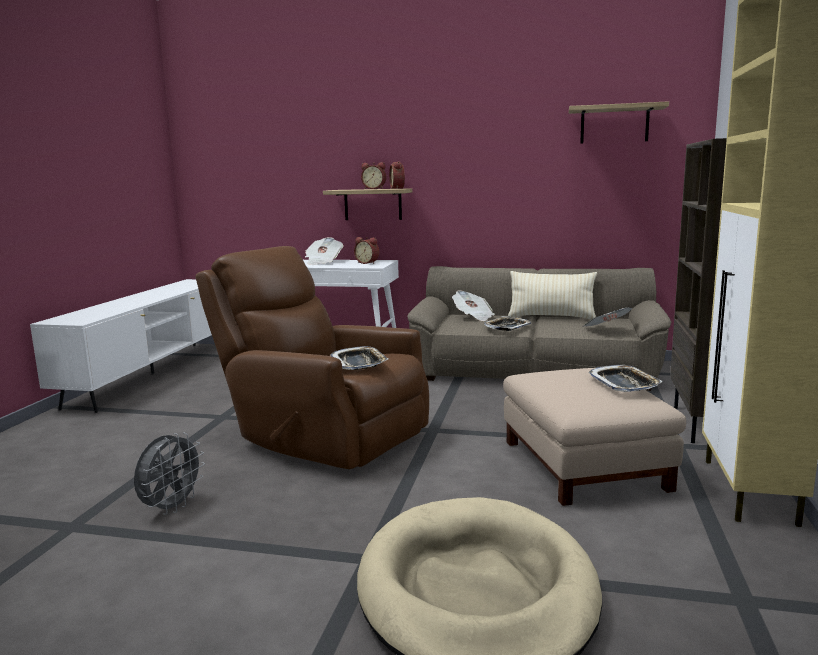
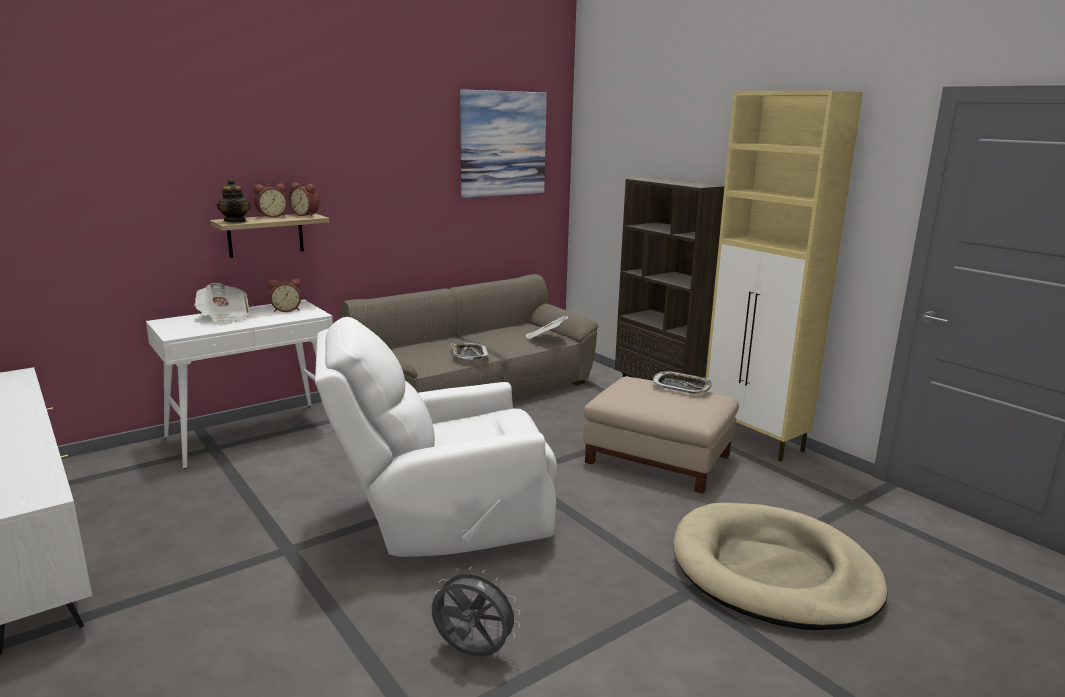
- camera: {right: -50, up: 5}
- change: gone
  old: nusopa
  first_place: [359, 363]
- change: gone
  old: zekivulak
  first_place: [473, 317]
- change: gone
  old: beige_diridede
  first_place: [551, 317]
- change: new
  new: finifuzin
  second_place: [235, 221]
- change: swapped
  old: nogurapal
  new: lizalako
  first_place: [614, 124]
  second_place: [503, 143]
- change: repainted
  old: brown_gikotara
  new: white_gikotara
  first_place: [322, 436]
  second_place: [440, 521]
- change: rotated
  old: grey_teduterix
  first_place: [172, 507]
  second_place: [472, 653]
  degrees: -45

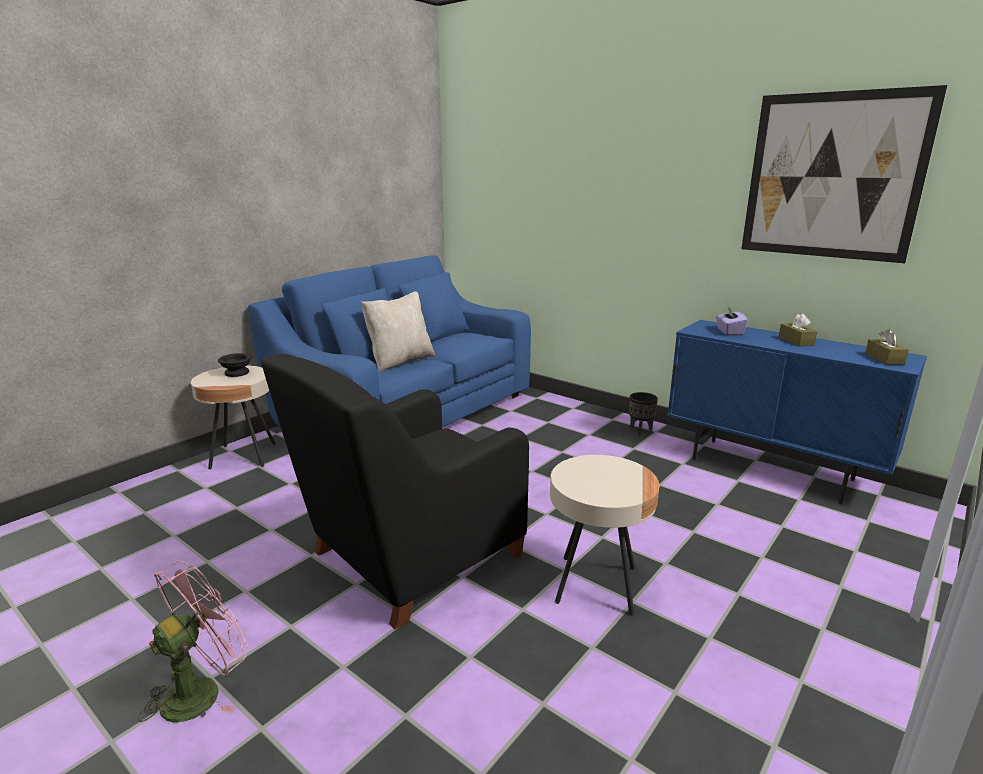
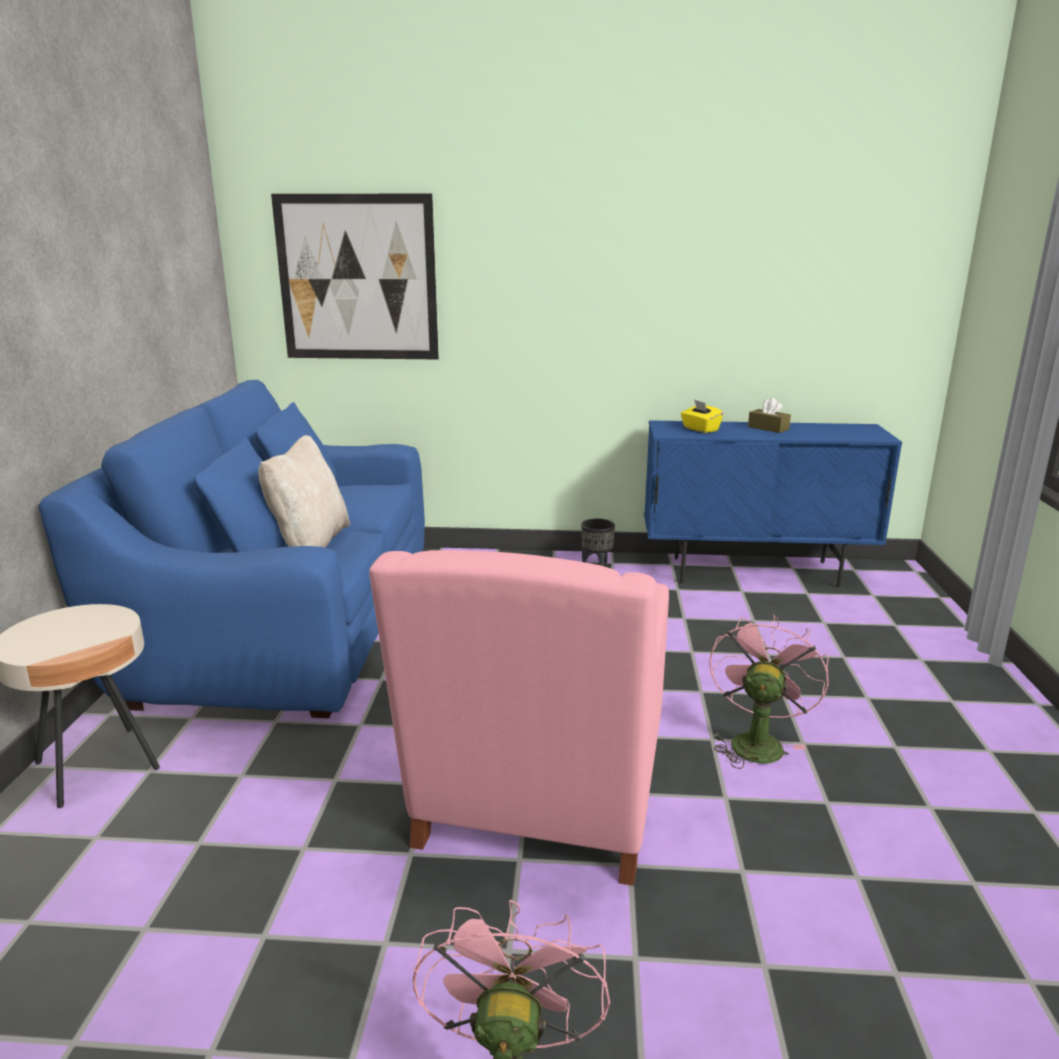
- camera: {right: -35, up: 0}
- change: gone
  old: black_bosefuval
  first_place: [236, 373]
- change: gone
  old: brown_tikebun
  first_place: [884, 359]
- change: shifted
  old: lizalako
  first_place: [832, 176]
  second_place: [357, 278]
- change: swapped
  old: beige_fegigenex
  new: pink_teduterix
  first_place: [596, 585]
  second_place: [756, 741]
- change: repainted
  old: black_gikotara
  new: pink_gikotara
  first_place: [409, 557]
  second_place: [539, 799]
- change: repainted
  old: purple_tikebun
  new: yellow_tikebun
  first_place: [729, 332]
  second_place: [700, 429]

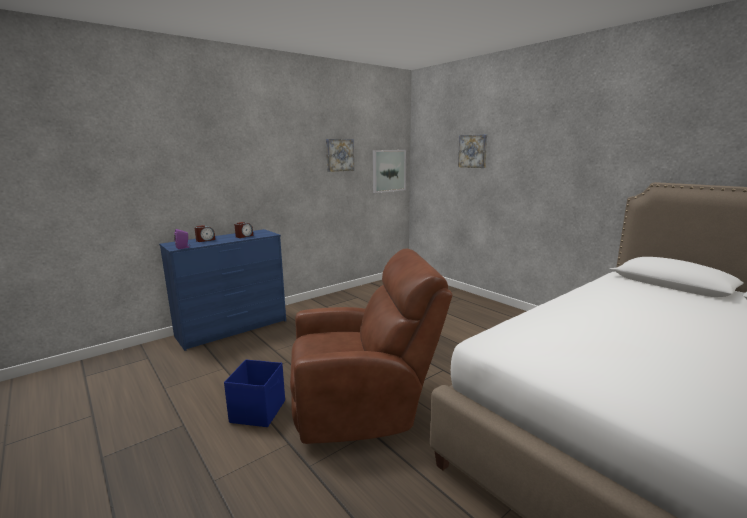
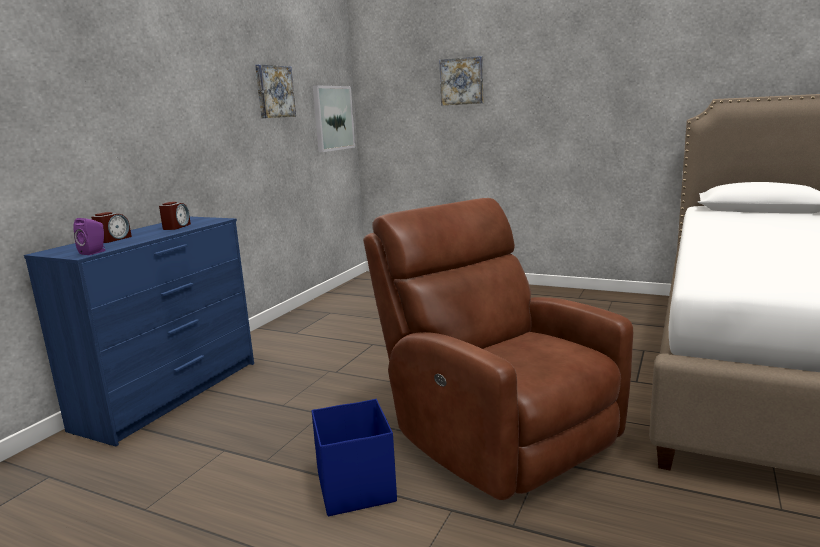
- camera: {right: -25, up: 0}
- change: rotated
  old: brown_gikotara
  first_place: [363, 406]
  second_place: [496, 434]
  degrees: -90

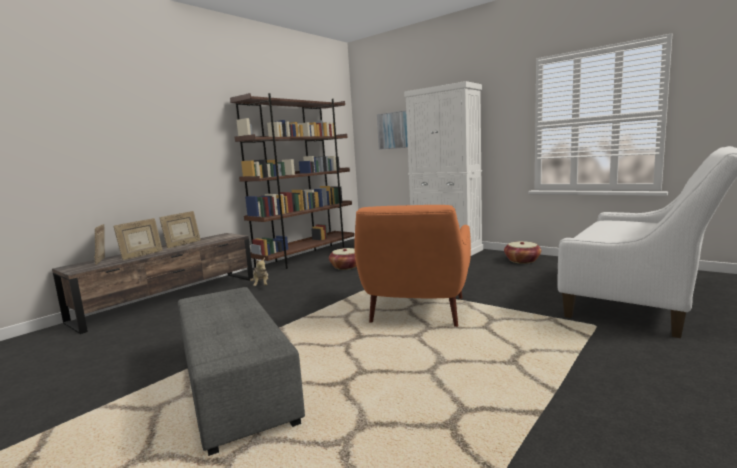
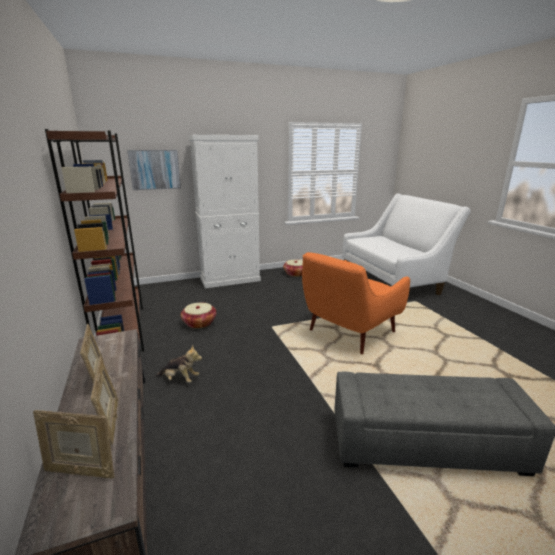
- camera: {right: -60, up: 10}
- change: rotated
  old: orange_gikotara
  first_place: [417, 312]
  second_place: [349, 333]
  degrees: 90

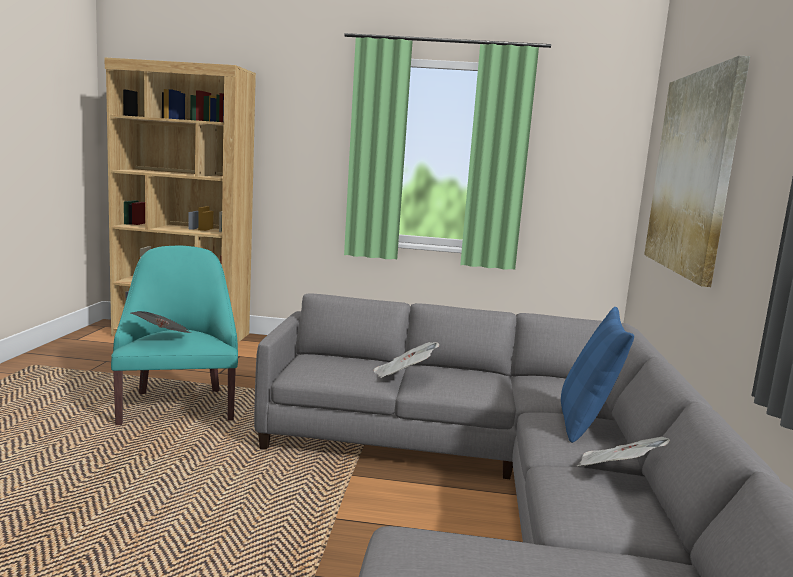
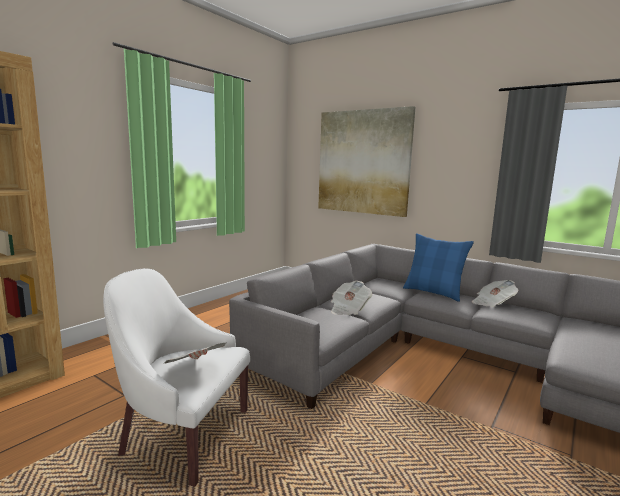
- camera: {right: -60, up: 0}
- change: repainted
  old: turquoise_gikotara
  new: white_gikotara
  first_place: [178, 406]
  second_place: [182, 435]

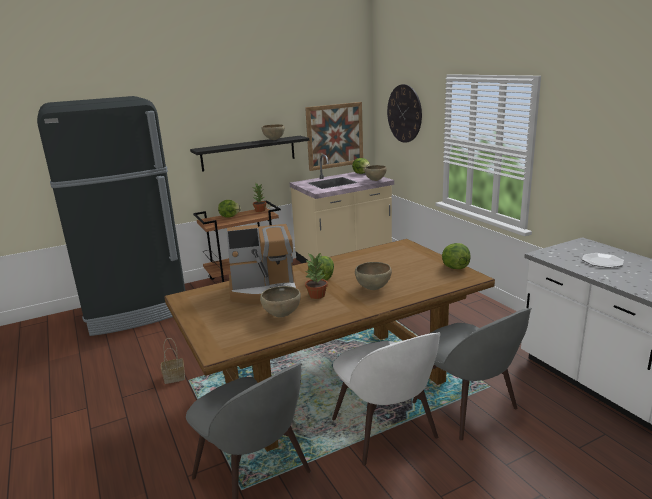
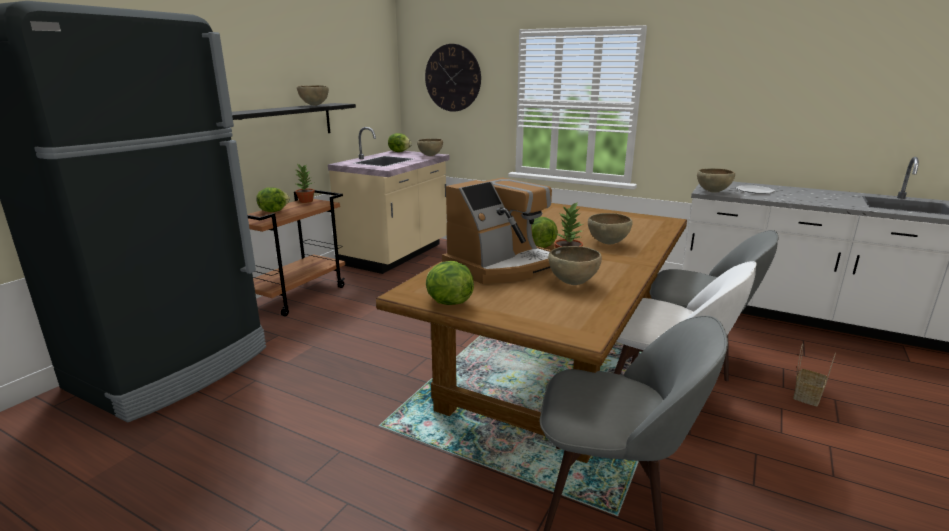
- camera: {right: -35, up: 0}
- change: gone
  old: lizalako
  first_place: [335, 136]
- change: new
  new: brown_bosefuval
  second_place: [713, 192]
- change: shifted
  old: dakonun
  first_place: [175, 377]
  second_place: [806, 395]
- change: shifted
  old: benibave
  first_place: [454, 267]
  second_place: [448, 302]

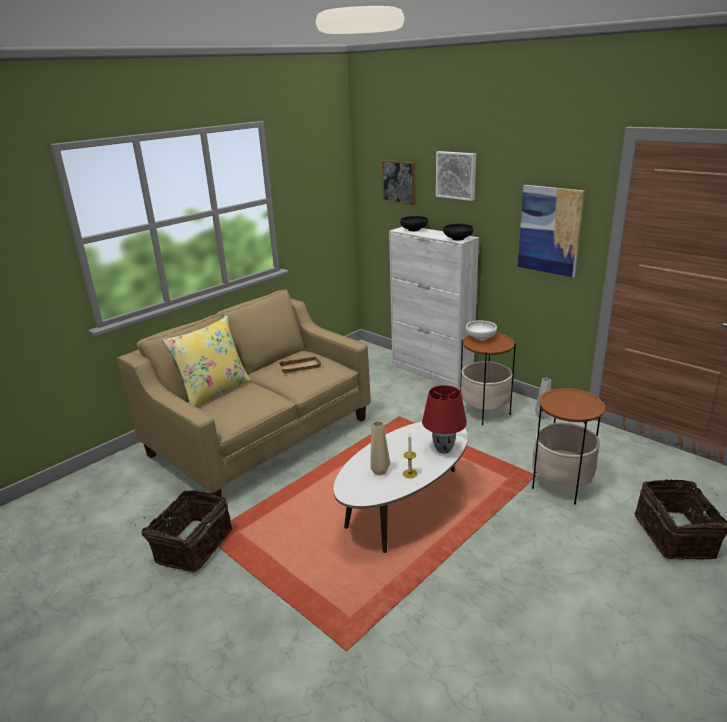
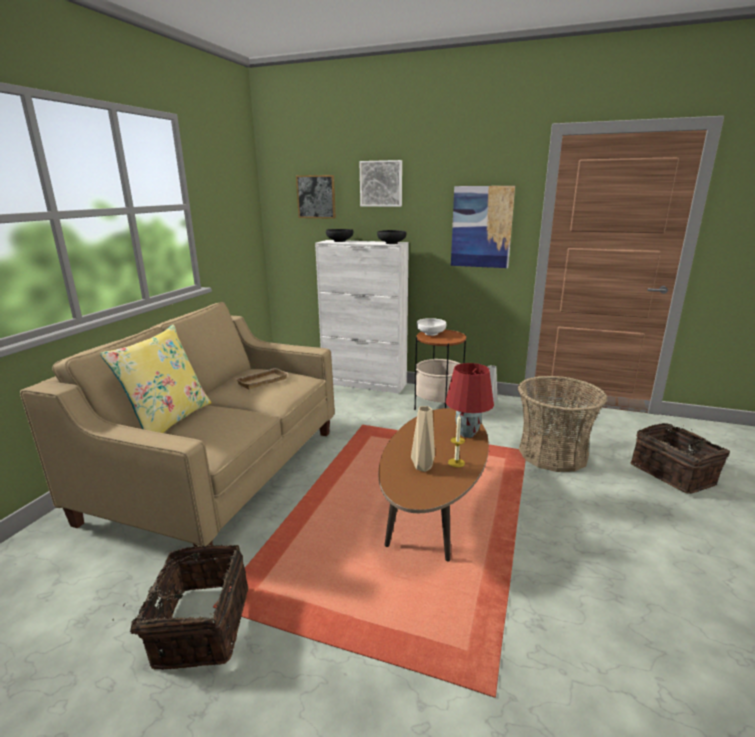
- camera: {right: -25, up: -5}
- change: swapped
  old: fegigenex
  new: dakonun
  first_place: [561, 485]
  second_place: [553, 454]
- change: repainted
  old: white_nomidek
  new: brown_nomidek
  first_place: [405, 508]
  second_place: [433, 509]

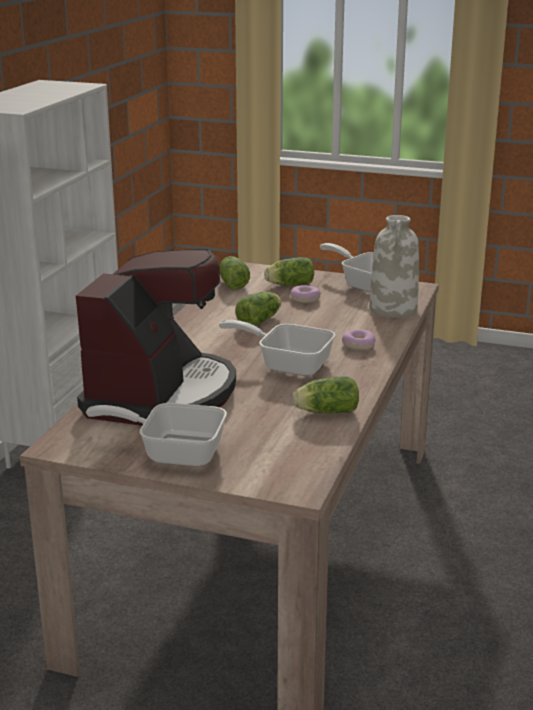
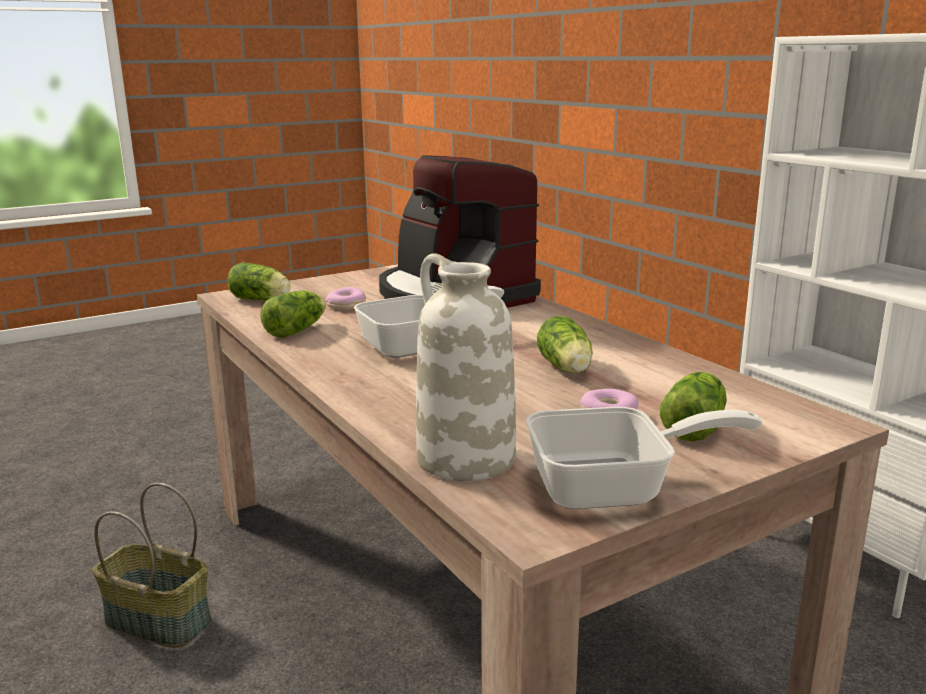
- camera: {right: 130, up: -5}
- change: gone
  old: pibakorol
  first_place: [173, 452]
- change: new
  new: dakonun
  second_place: [156, 622]
- change: shifted
  old: benibave
  first_place: [233, 283]
  second_place: [262, 300]
- change: shifted
  old: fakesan
  first_place: [358, 345]
  second_place: [347, 306]

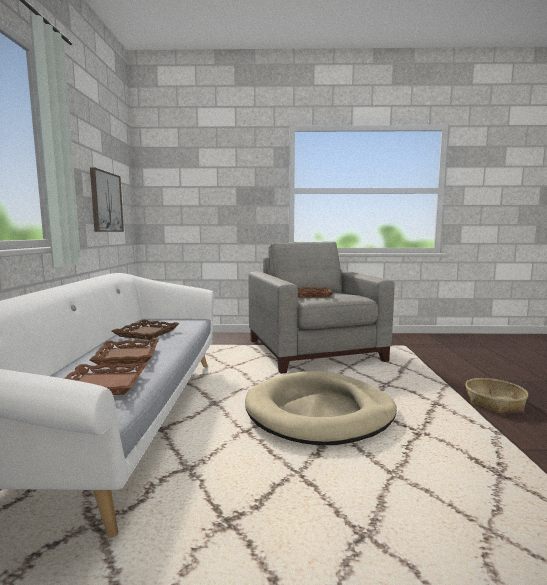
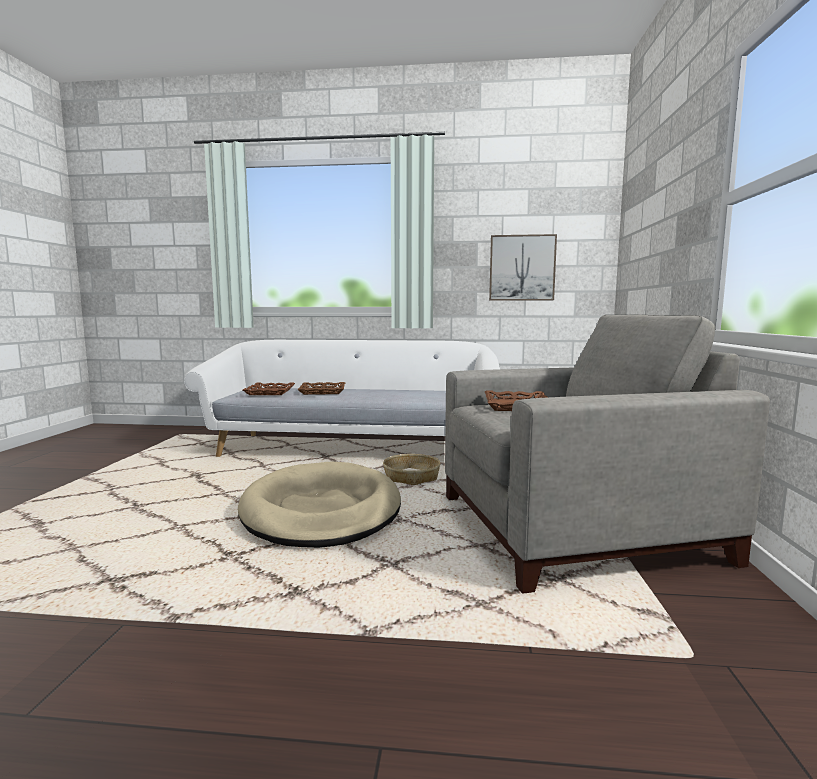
- camera: {right: 95, up: 0}
- change: gone
  old: brown_nusopa
  first_place: [146, 333]
- change: shifted
  old: dakonun
  first_place: [494, 402]
  second_place: [411, 477]

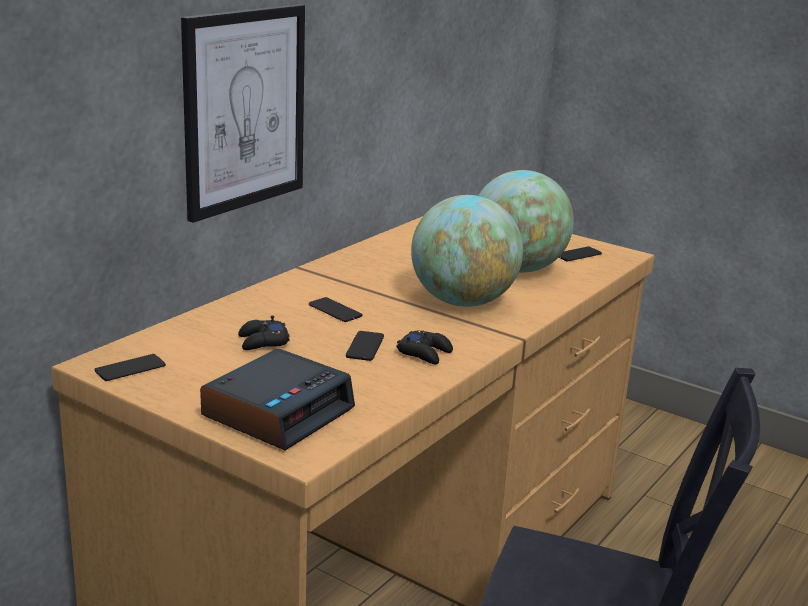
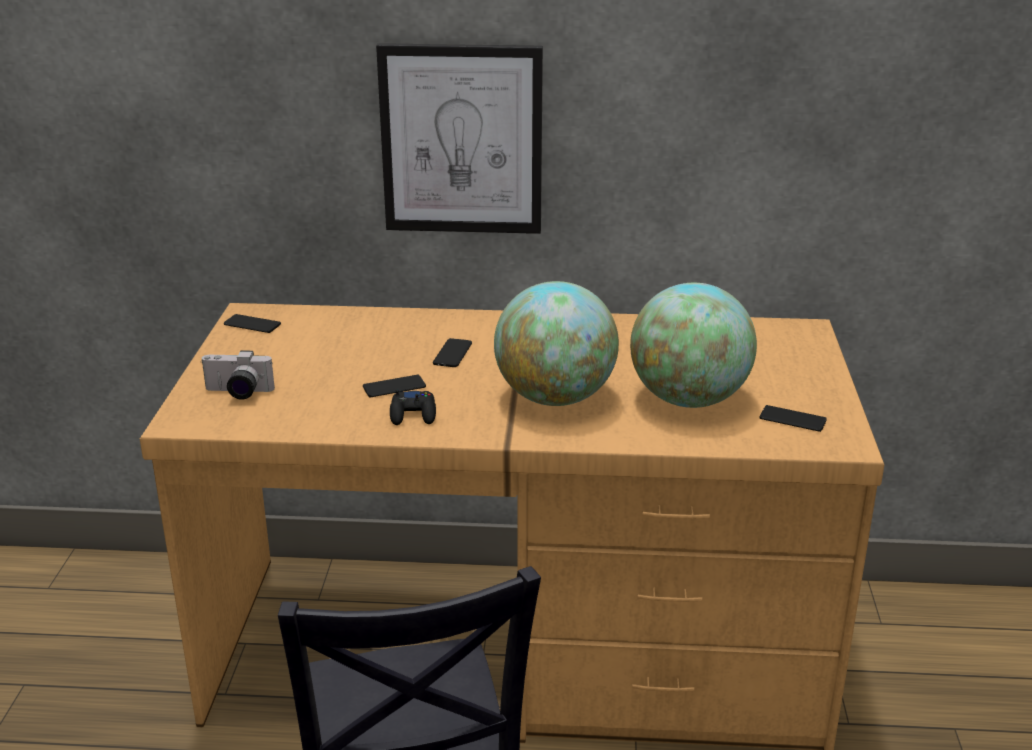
- camera: {right: 60, up: 5}
- change: gone
  old: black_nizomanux
  first_place: [263, 342]
- change: swapped
  old: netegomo
  new: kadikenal
  first_place: [278, 412]
  second_place: [237, 393]

